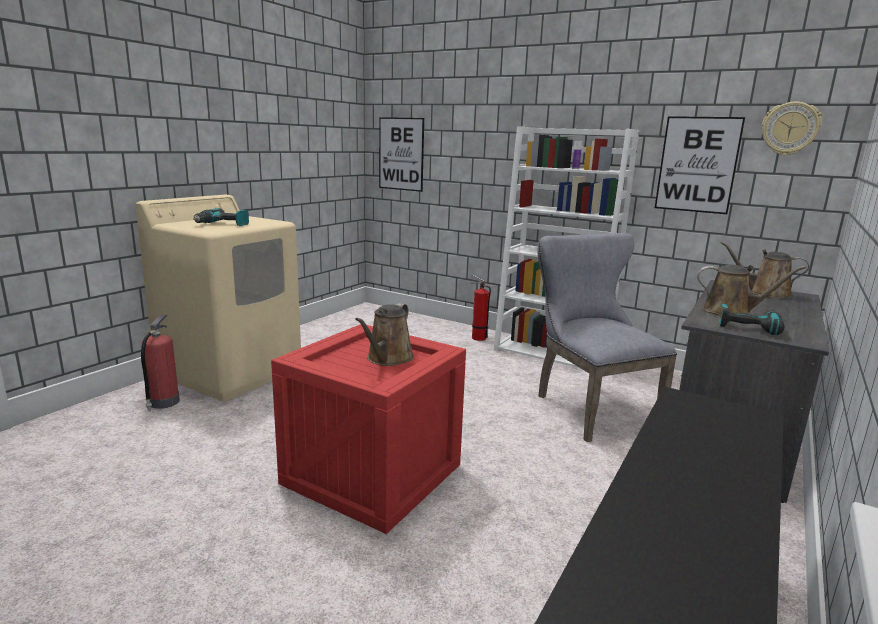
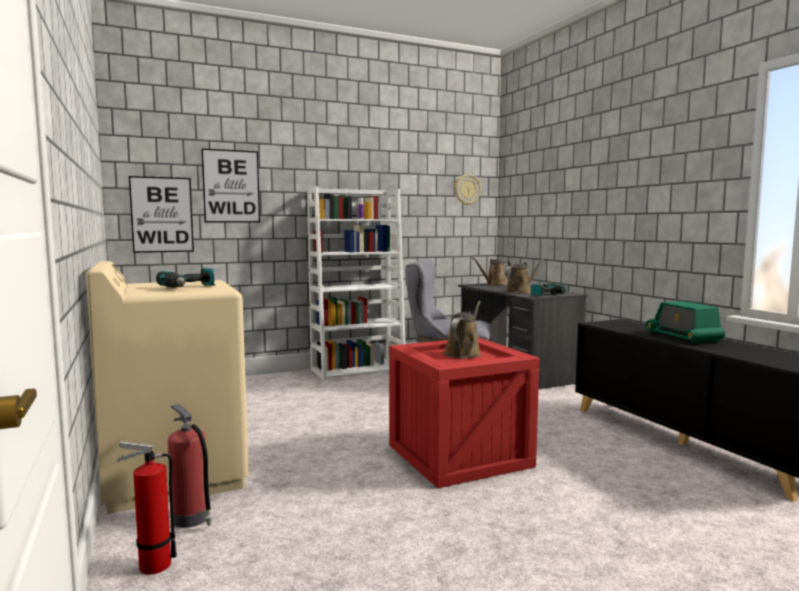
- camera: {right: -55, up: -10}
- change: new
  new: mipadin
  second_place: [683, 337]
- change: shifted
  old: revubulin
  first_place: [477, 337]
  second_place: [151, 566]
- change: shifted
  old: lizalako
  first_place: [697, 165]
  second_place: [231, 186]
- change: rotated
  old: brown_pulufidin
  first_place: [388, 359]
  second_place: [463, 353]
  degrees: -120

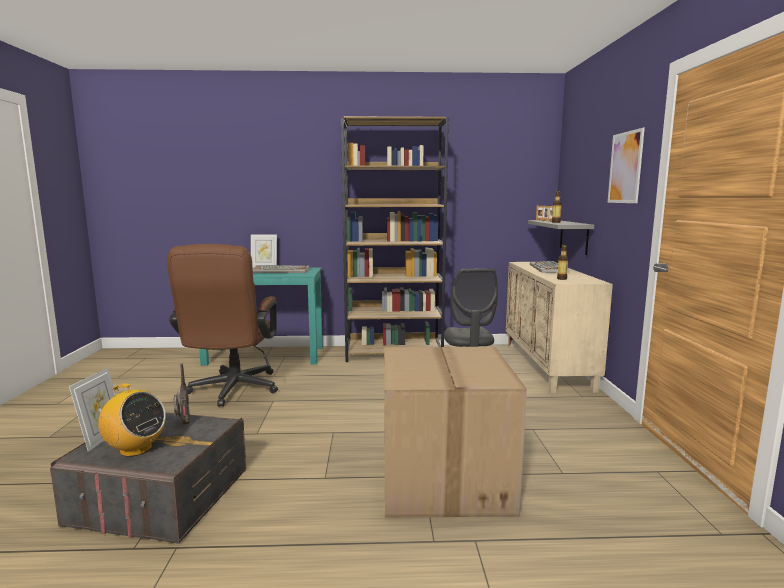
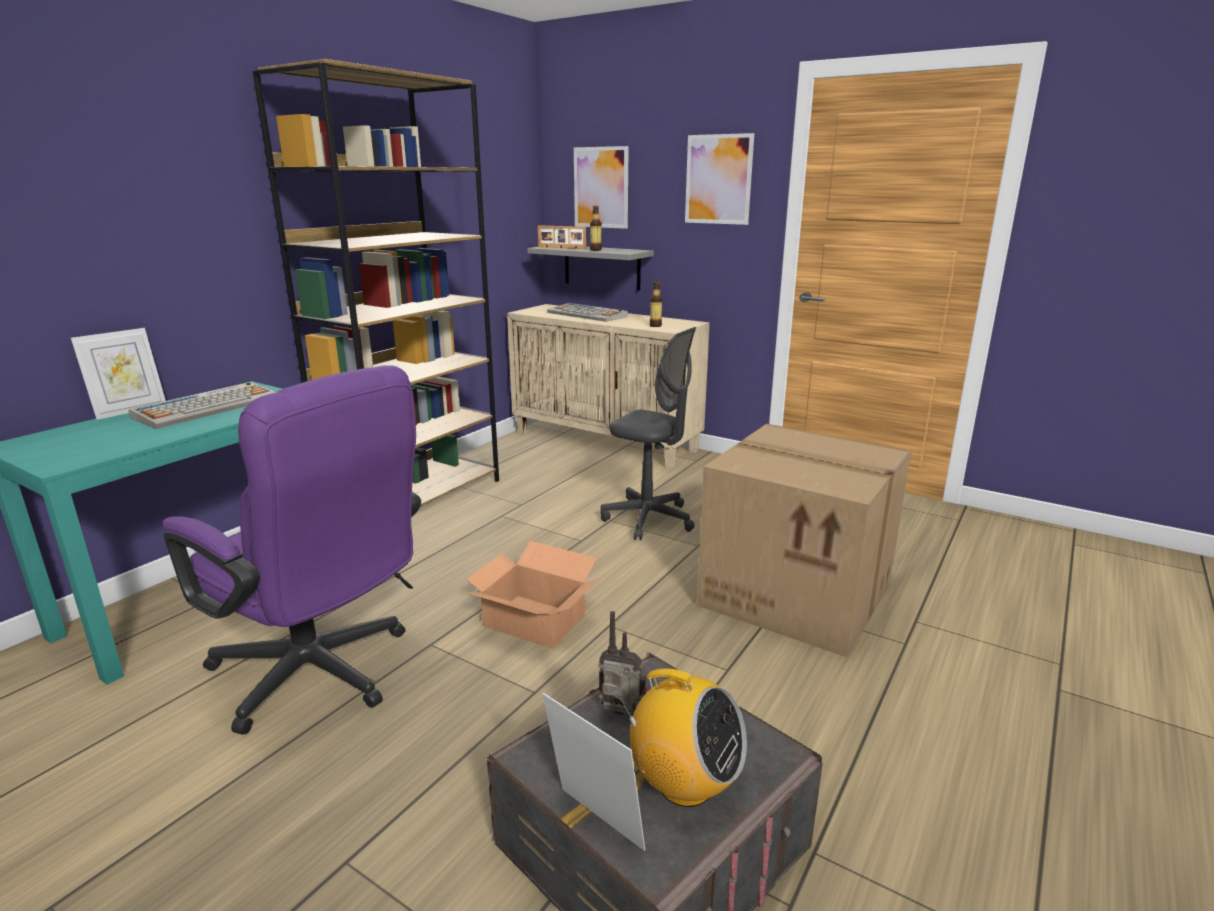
- camera: {right: -55, up: 10}
- change: new
  new: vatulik
  second_place: [535, 621]
- change: new
  new: lizalako
  second_place: [601, 187]
- change: repainted
  old: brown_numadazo
  new: purple_numadazo
  first_place: [232, 391]
  second_place: [322, 676]
- change: rotated
  old: mipadin
  first_place: [135, 449]
  second_place: [684, 785]
  degrees: 60

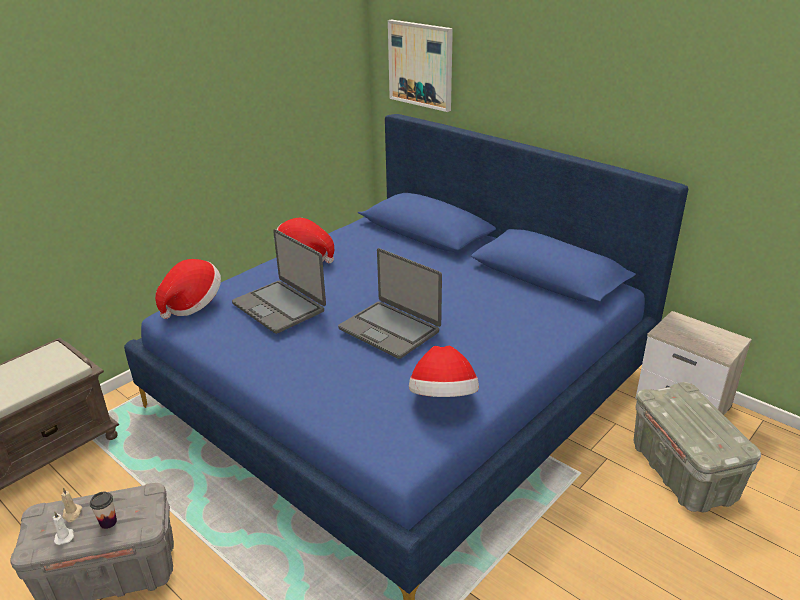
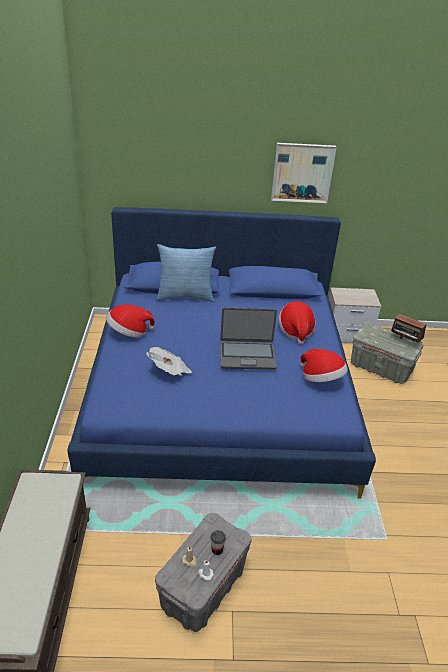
- camera: {right: -45, up: 5}
- change: new
  new: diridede
  second_place: [185, 296]
- change: new
  new: mipadin
  second_place: [404, 342]
- change: shifted
  old: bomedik
  first_place: [192, 304]
  second_place: [295, 331]
- change: shifted
  old: lizalako
  first_place: [421, 65]
  second_place: [302, 173]
- change: swapped
  old: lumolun
  new: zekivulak
  first_place: [280, 307]
  second_place: [169, 371]

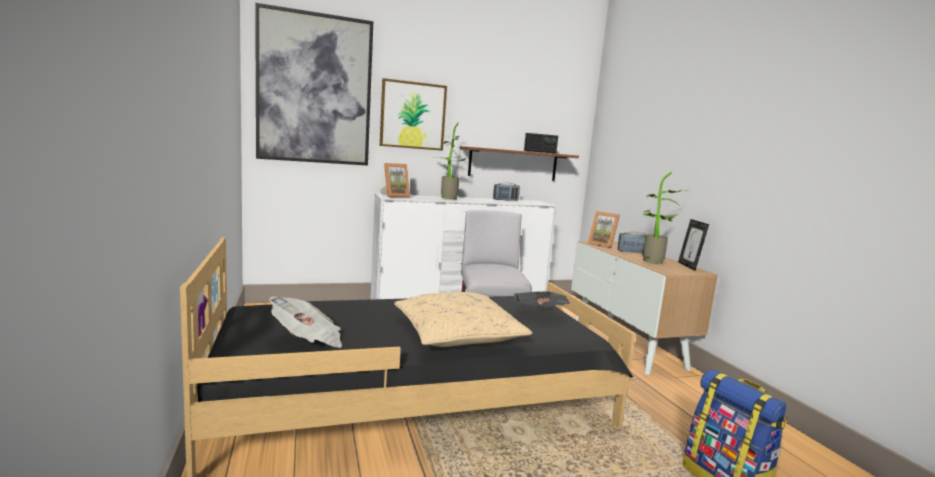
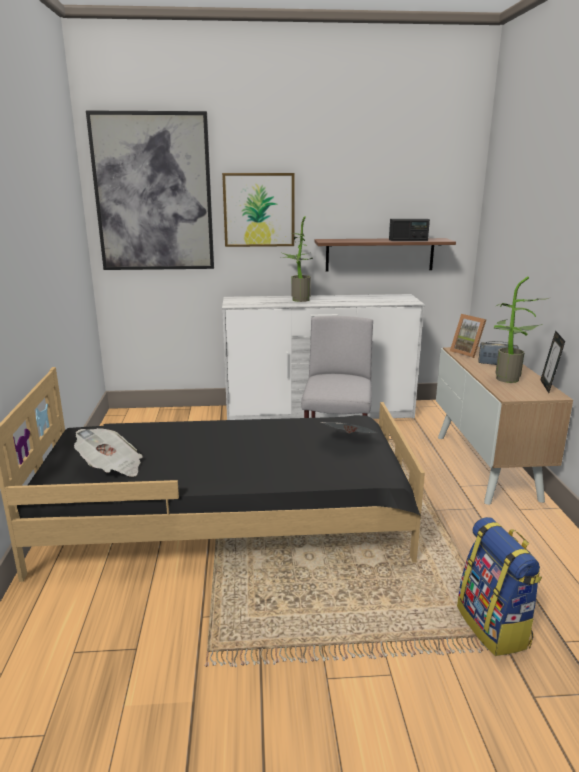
- camera: {right: 15, up: 10}
- change: gone
  old: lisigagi
  first_place: [394, 196]
- change: gone
  old: beige_diridede
  first_place: [458, 333]
- change: gone
  old: mipadin
  first_place: [505, 200]

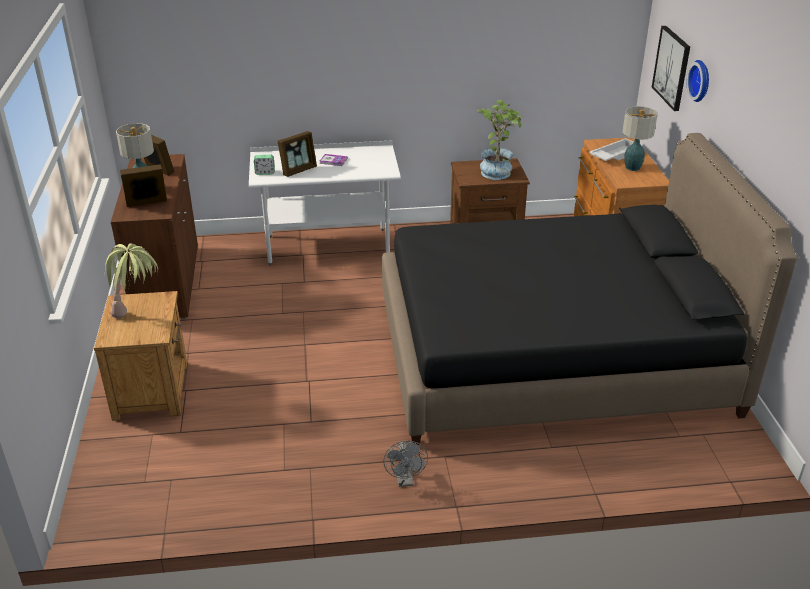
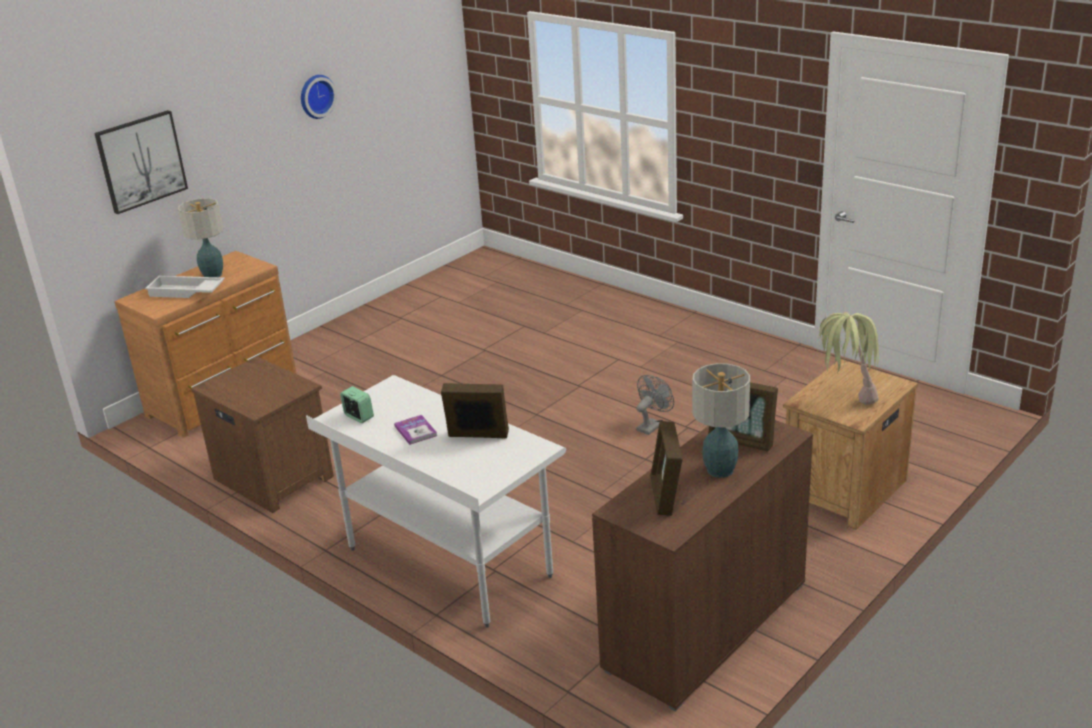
- camera: {right: -130, up: -5}
- change: gone
  old: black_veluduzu
  first_place: [551, 356]
- change: gone
  old: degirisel
  first_place: [497, 170]
- change: shifted
  old: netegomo
  first_place: [265, 172]
  second_place: [358, 417]
- change: shifted
  old: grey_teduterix
  first_place: [405, 480]
  second_place: [652, 425]
- change: shifted
  old: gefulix
  first_place: [701, 80]
  second_place: [315, 96]

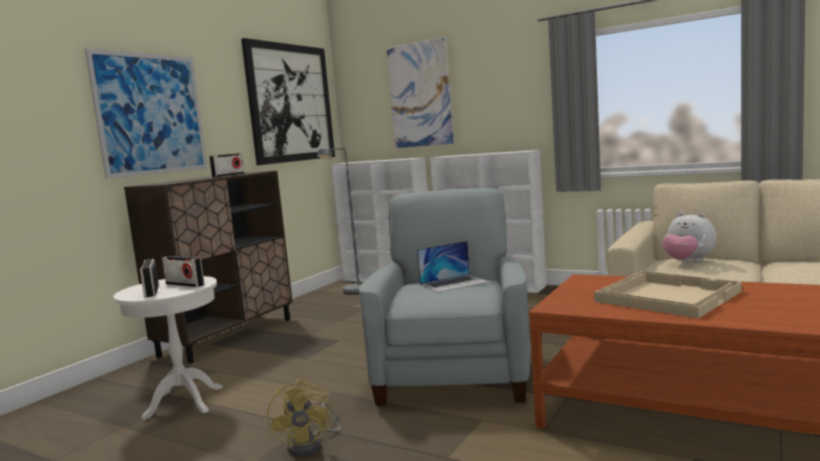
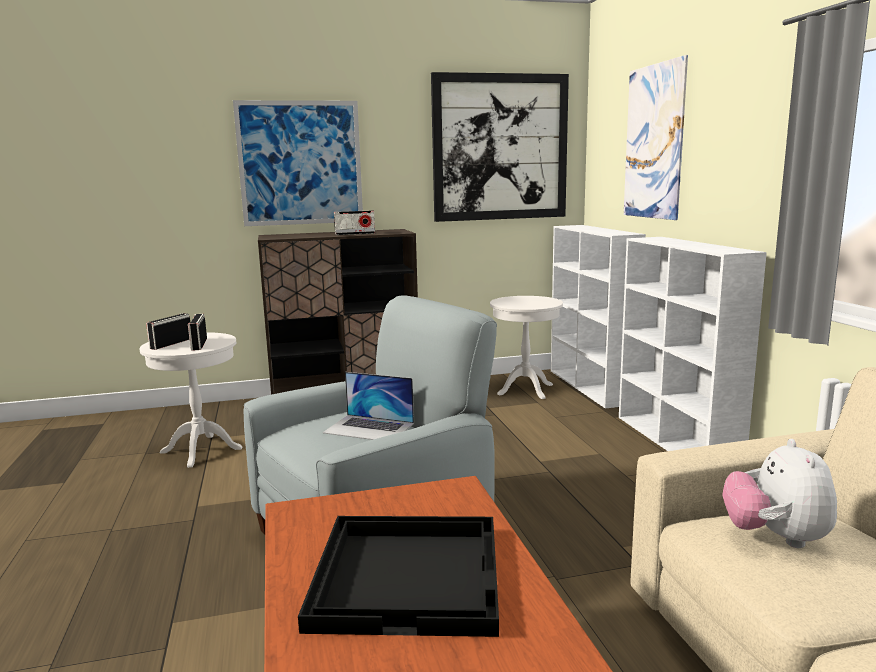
- camera: {right: 45, up: 5}
- change: gone
  old: yellow_teduterix
  first_place: [311, 444]
- change: swapped
  old: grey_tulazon
  new: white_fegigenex
  first_place: [351, 292]
  second_place: [525, 389]
- change: repainted
  old: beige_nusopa
  new: black_nusopa
  first_place: [666, 296]
  second_place: [410, 574]

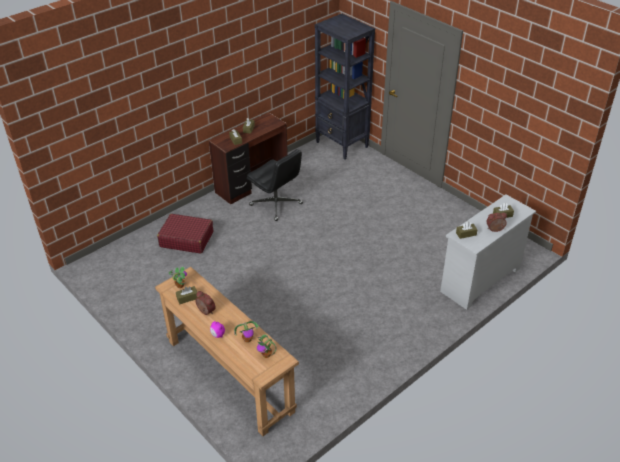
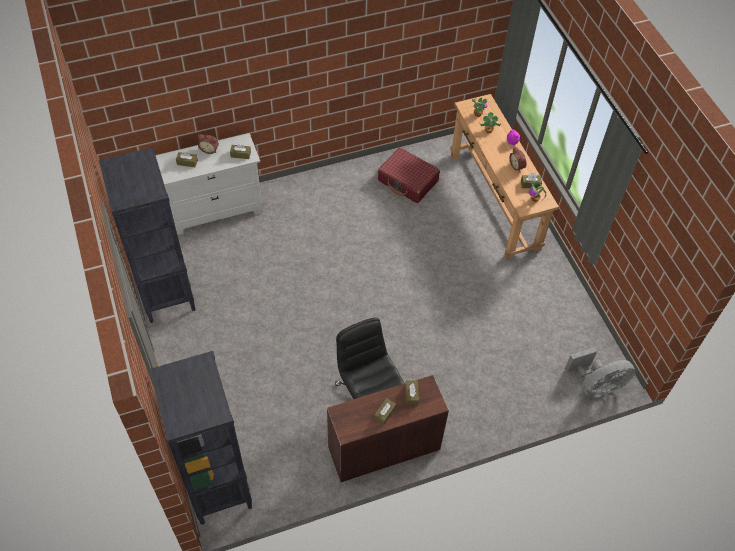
- camera: {right: -160, up: 15}
- change: new
  new: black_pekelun
  second_place: [166, 293]
- change: new
  new: grey_teduterix
  second_place: [596, 386]
- change: shifted
  old: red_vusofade
  first_place: [186, 239]
  second_place: [408, 181]

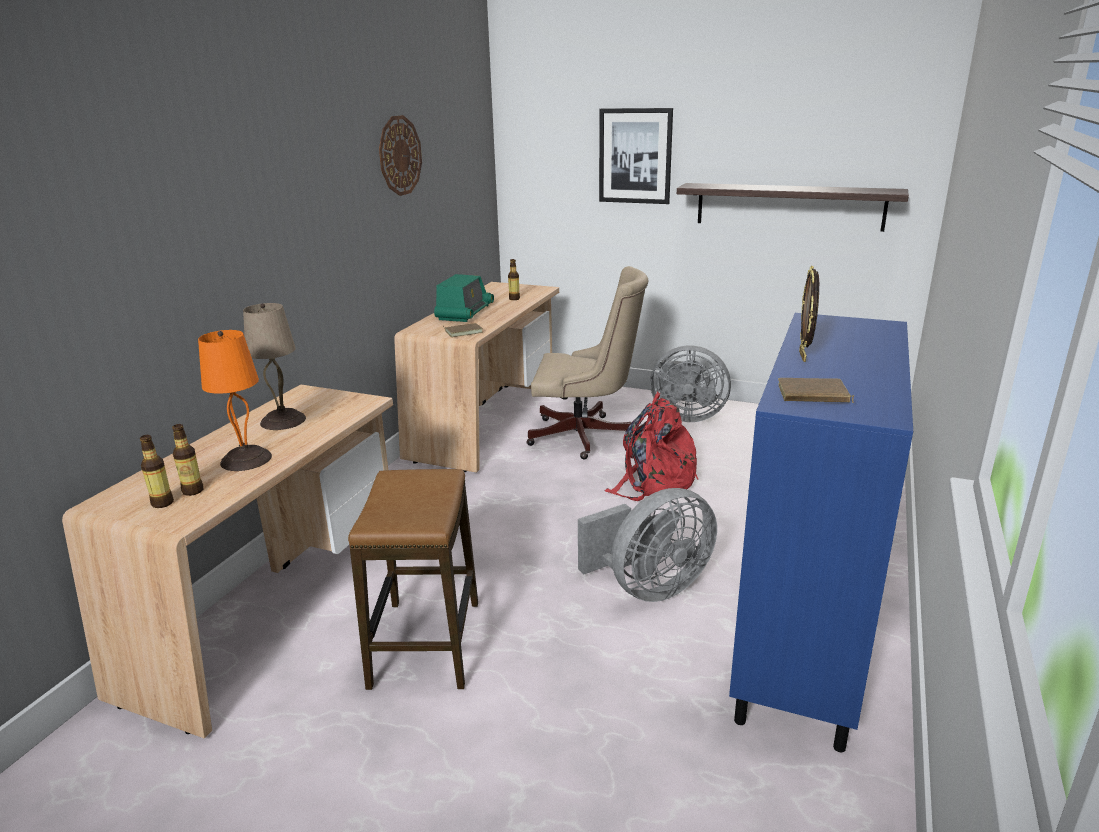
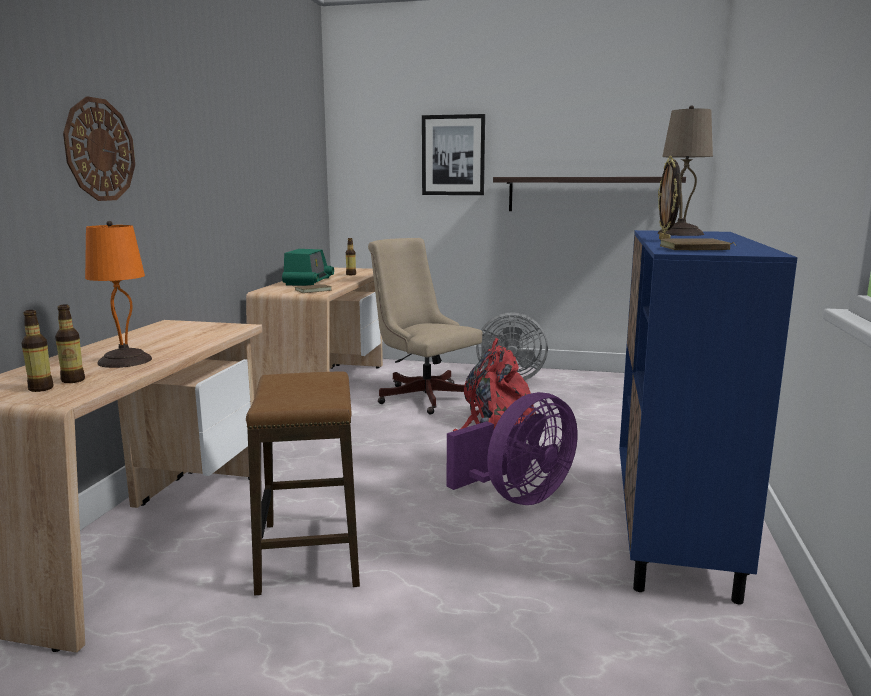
- camera: {right: -10, up: -10}
- change: shifted
  old: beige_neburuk
  first_place: [283, 420]
  second_place: [679, 233]
- change: shifted
  old: gefulix
  first_place: [399, 155]
  second_place: [99, 150]
- change: repainted
  old: grey_teduterix
  new: purple_teduterix
  first_place: [650, 588]
  second_place: [518, 497]
- change: rotated
  old: beige_numadazo
  first_place: [586, 437]
  second_place: [423, 396]
  degrees: -135

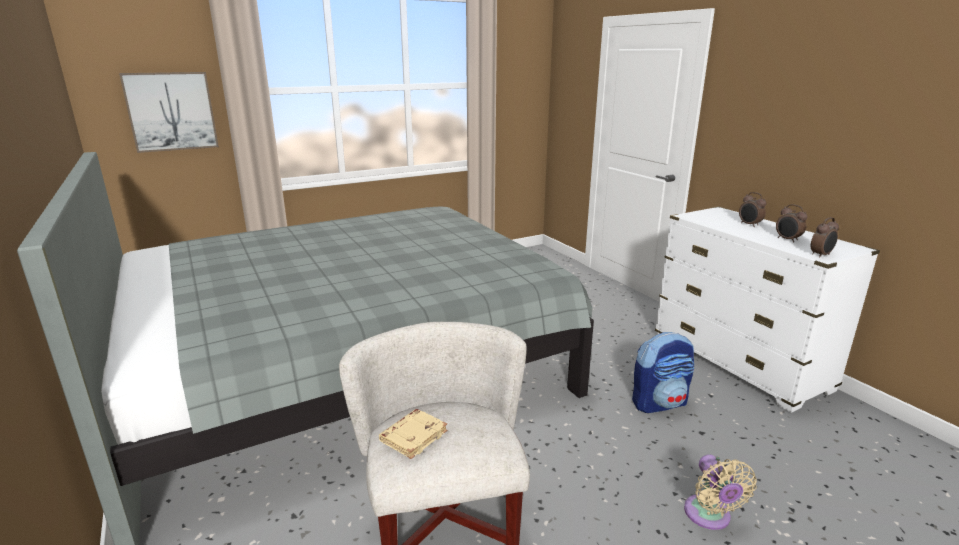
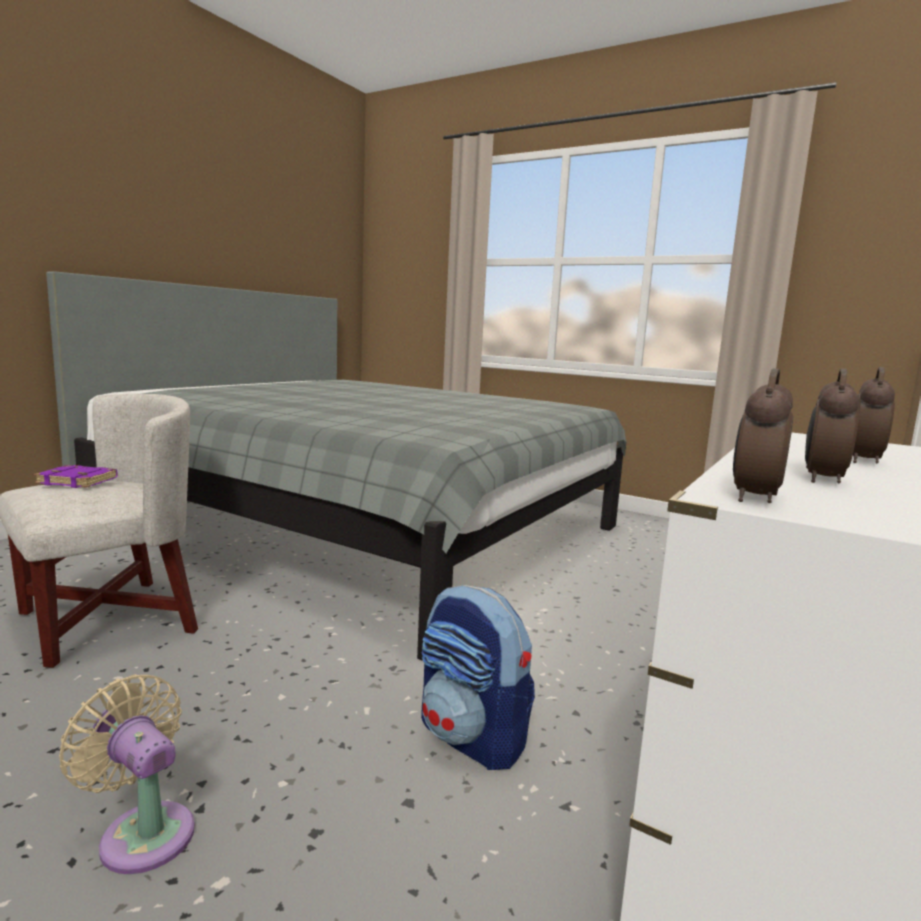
- camera: {right: 60, up: -10}
- change: gone
  old: lizalako
  first_place: [171, 111]
- change: repainted
  old: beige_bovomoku
  new: purple_bovomoku
  first_place: [413, 436]
  second_place: [79, 481]
- change: rotated
  old: beige_teduterix
  first_place: [709, 516]
  second_place: [143, 832]
  degrees: 75
- change: rotated
  old: netegomo
  first_place: [821, 255]
  second_place: [753, 498]
  degrees: 90

